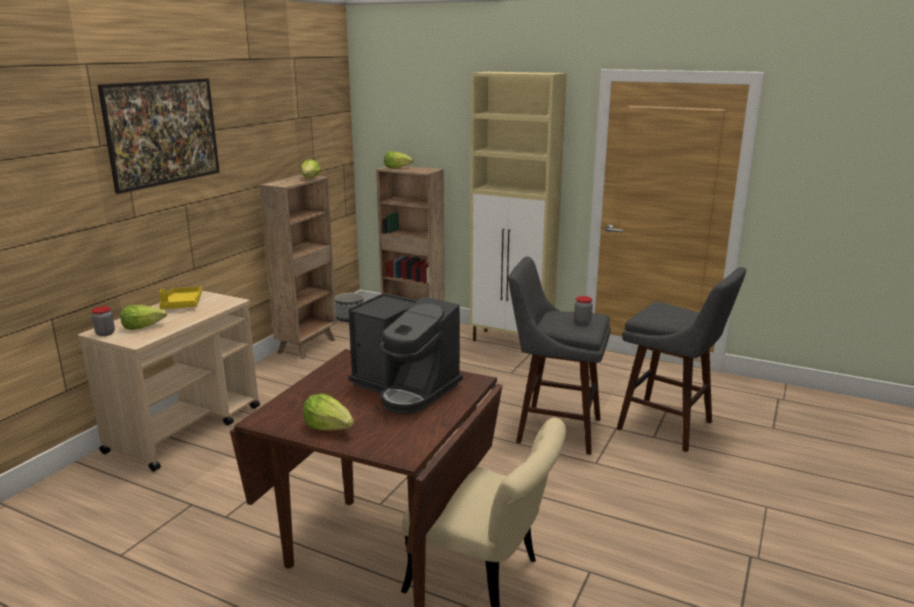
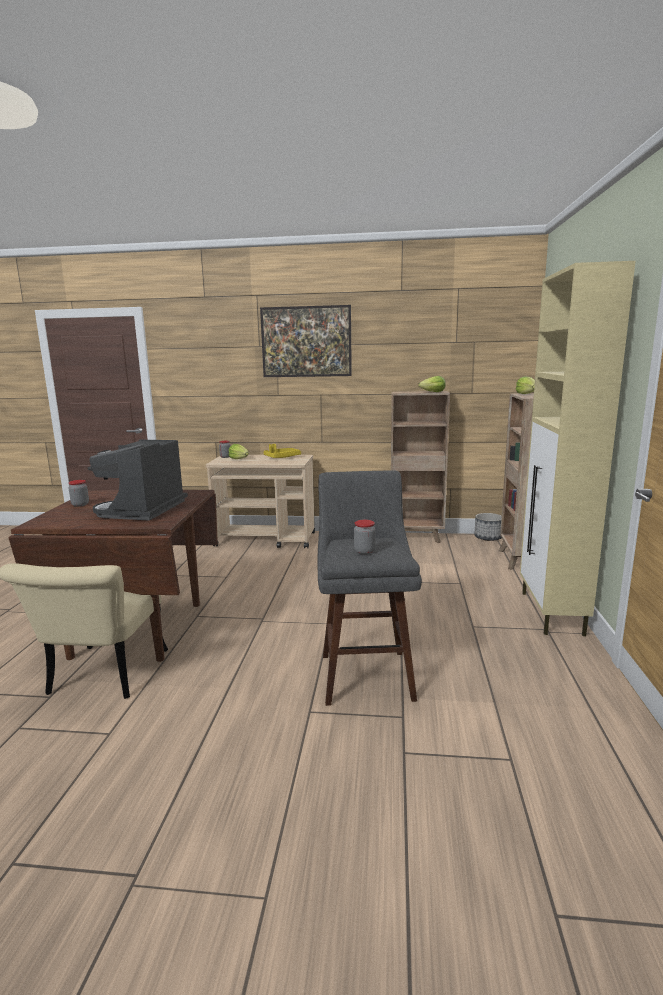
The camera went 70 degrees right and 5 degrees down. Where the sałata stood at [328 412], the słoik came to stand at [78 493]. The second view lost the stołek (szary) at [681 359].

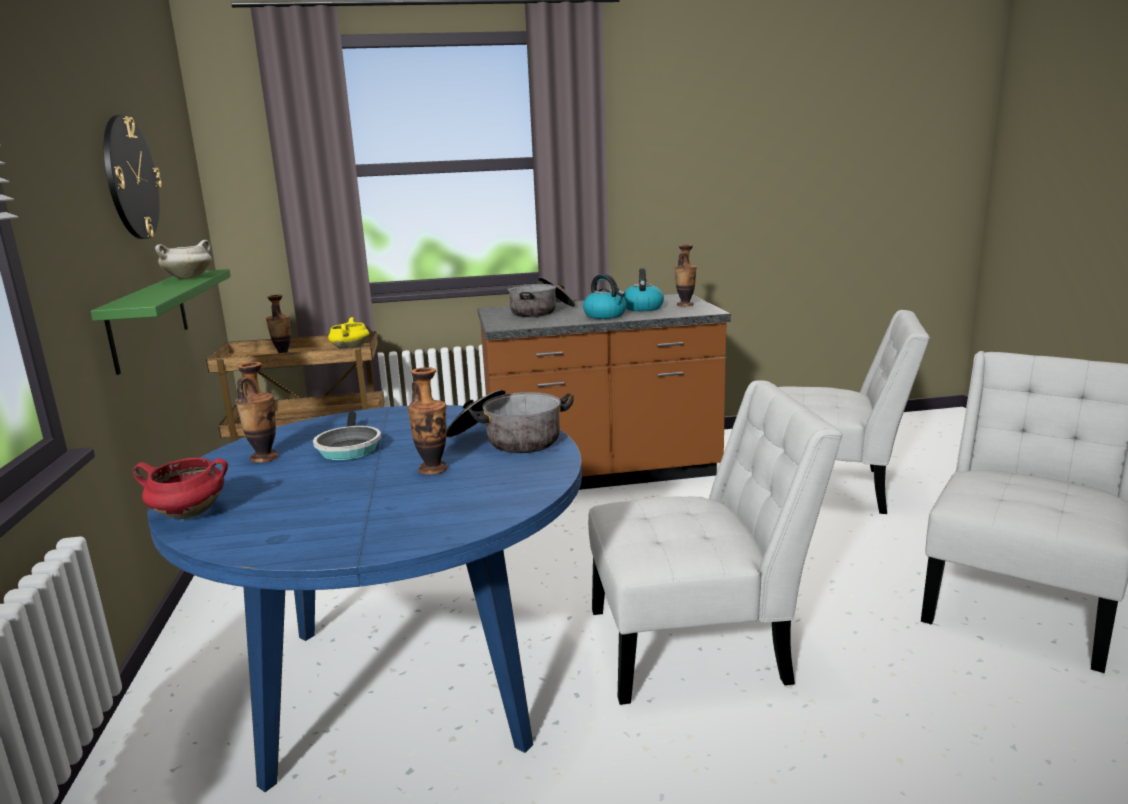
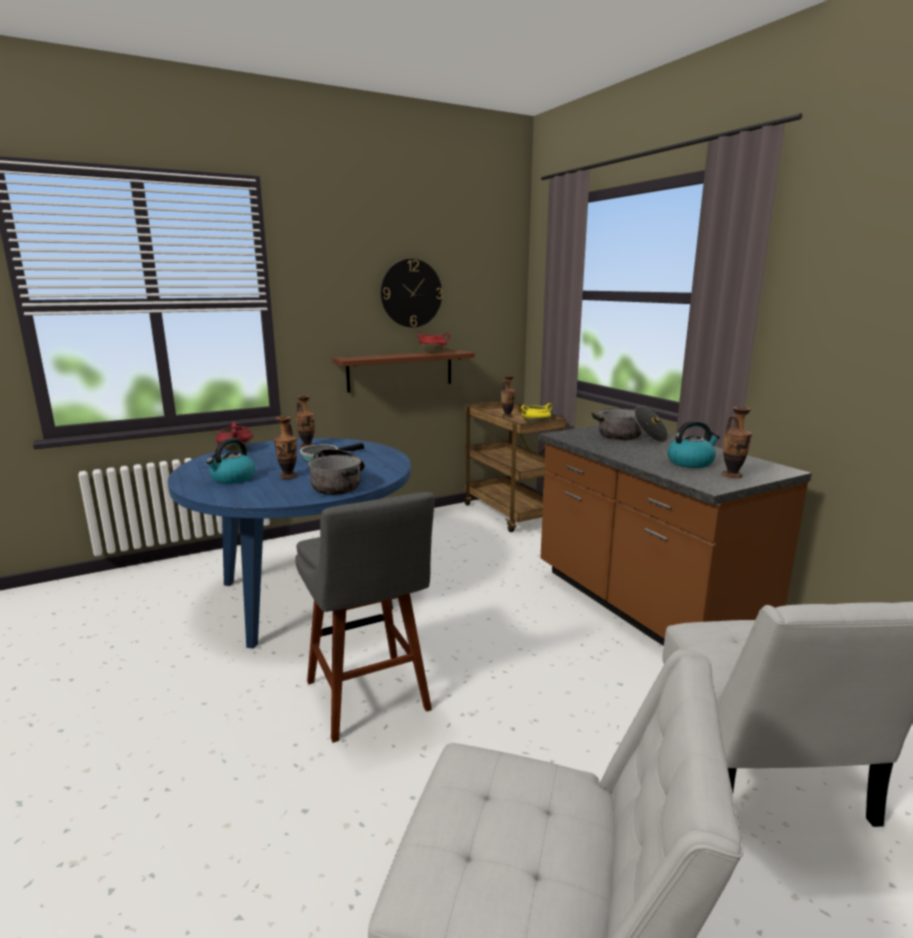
The camera went 70 degrees right and 0 degrees up. The czajnik ended up elsewhere, having gone from [604 296] to [230 461]. Where the krzesło (biały) stood at [715 542], the stołek (szary) came to stand at [365 617]. What was the półka (zielony) at [160 322] turned into the półka (brązowy) at [404 371]. What was the garnek (biały) at [183 259] turned into the garnek (czerwony) at [433 342].

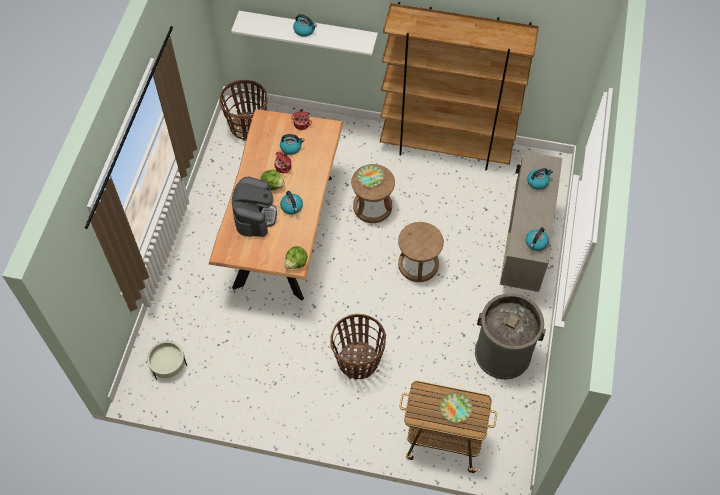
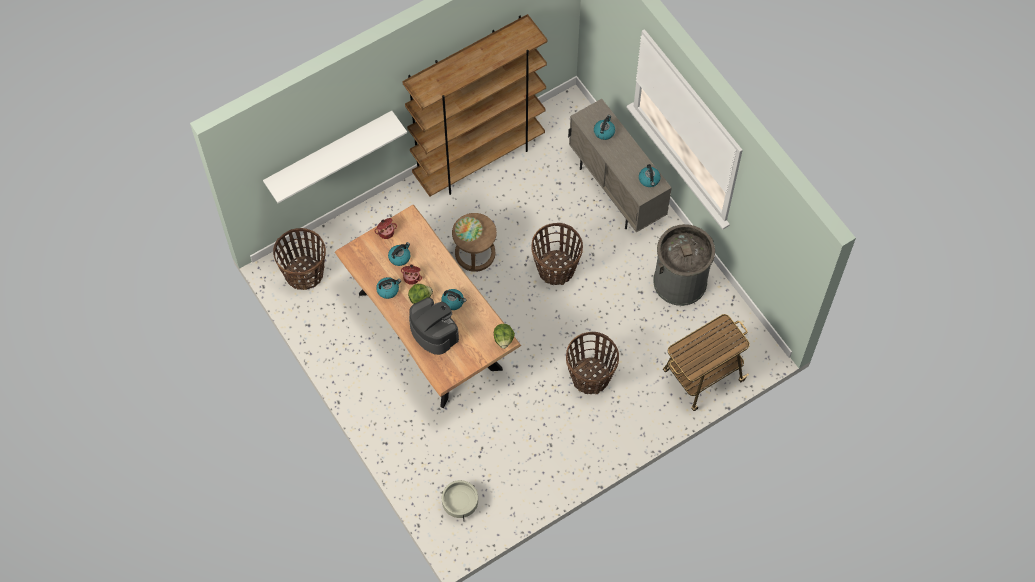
The camera went 45 degrees left and 5 degrees up. The czajnik ended up elsewhere, having gone from [305 25] to [388 288]. Where the stołek (brązowy) stood at [421 252], the koszyk came to stand at [557 254]. The second view lost the talerz at [456 407].

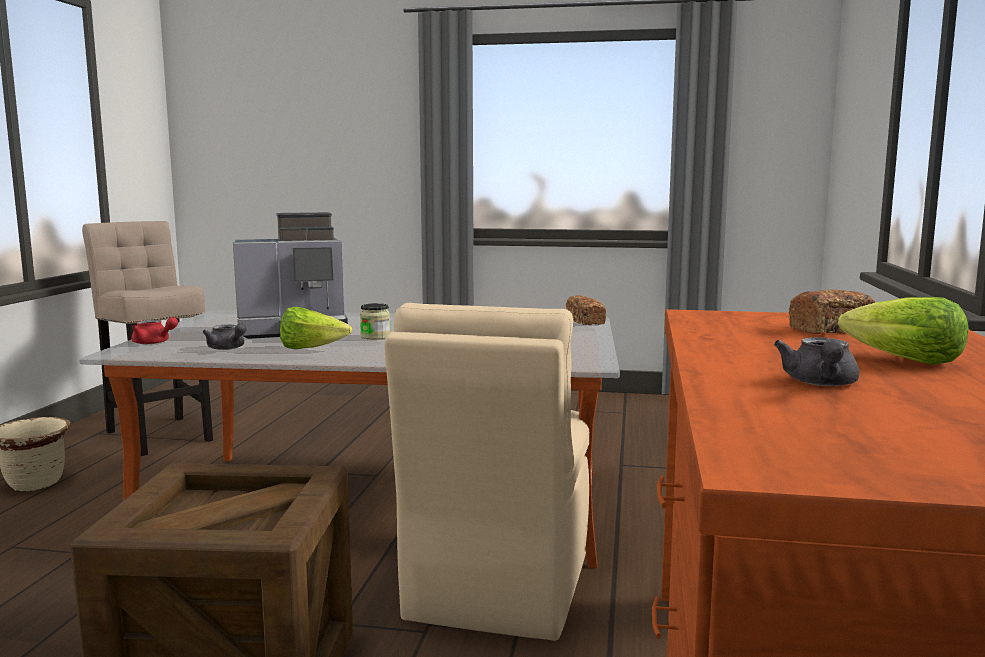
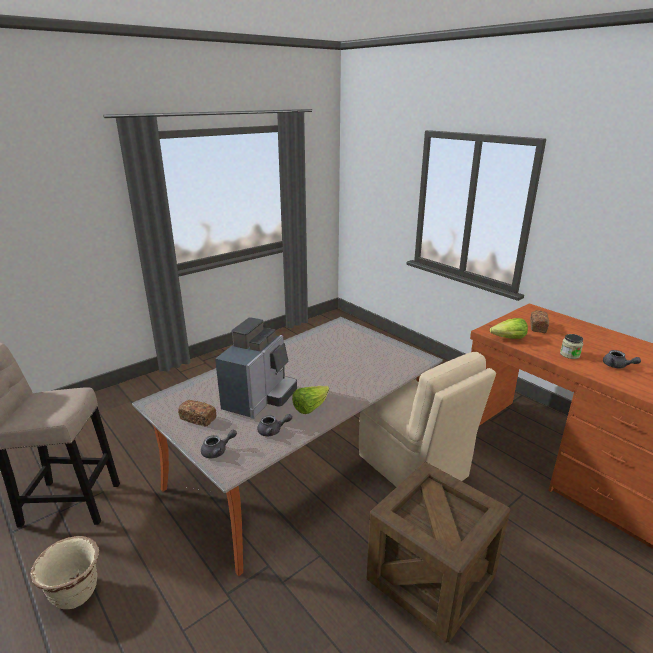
The camera went 50 degrees left and 15 degrees up. The chleb ended up elsewhere, having gone from [586 310] to [197 413]. What was the imbryk (czerwony) at [154 330] turned into the imbryk (szary) at [219 443]. The sałata ended up elsewhere, having gone from [903 331] to [509 328]. The słoik ended up elsewhere, having gone from [375 321] to [571 346].

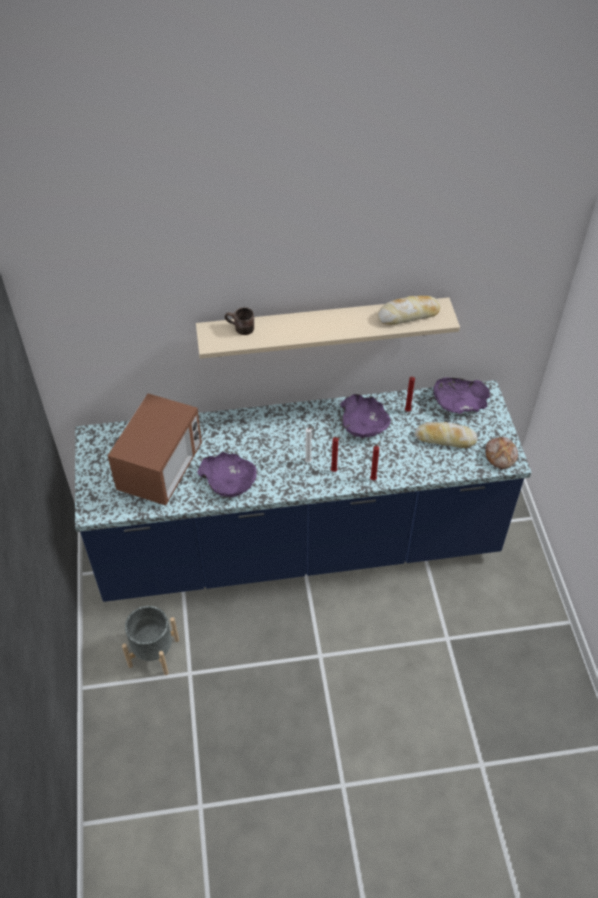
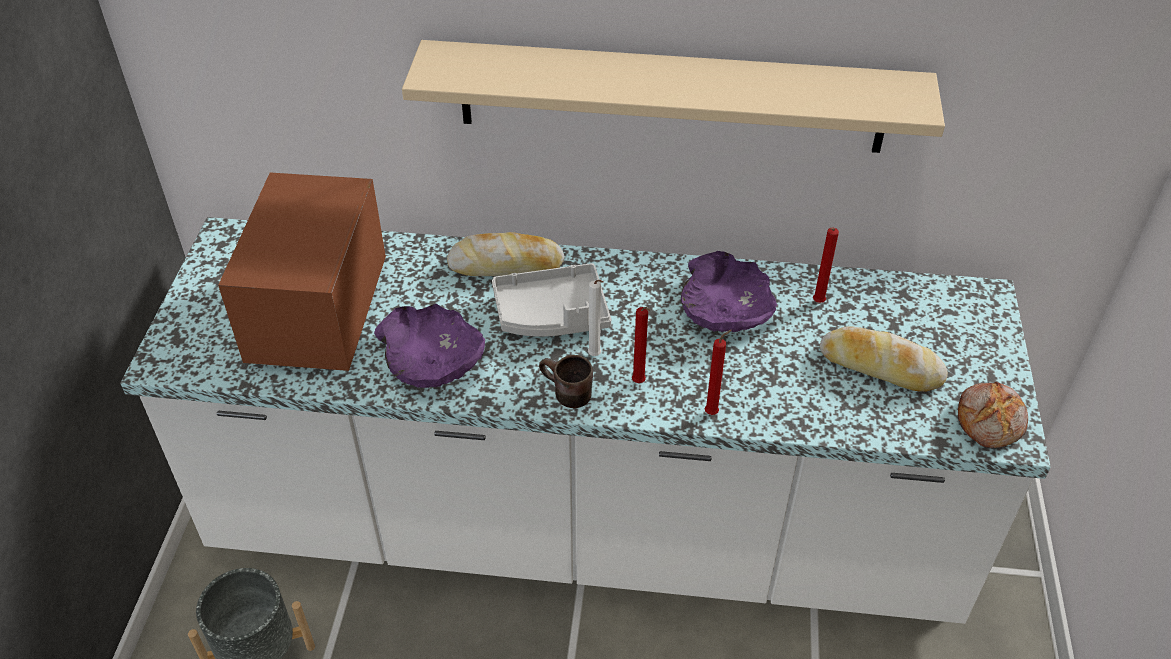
The camera went 15 degrees right and 5 degrees down. What was the zabudowa kuchenna (niebieski) at [303 491] turned into the zabudowa kuchenna (biały) at [585 420]. The mikrofalówka at [154 449] ended up facing another way, 150 degrees clockwise from before. The chleb ended up elsewhere, having gone from [409 310] to [505 254]. The second view gained the taca (szary) at [551 300]. The kubek (brązowy) ended up elsewhere, having gone from [239 321] to [566 381]. The second view lost the miska (fioletowy) at [461 395].

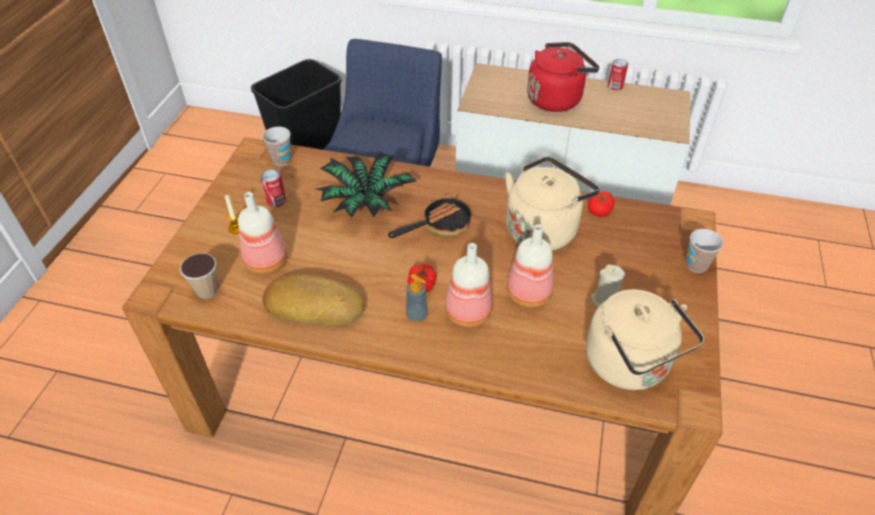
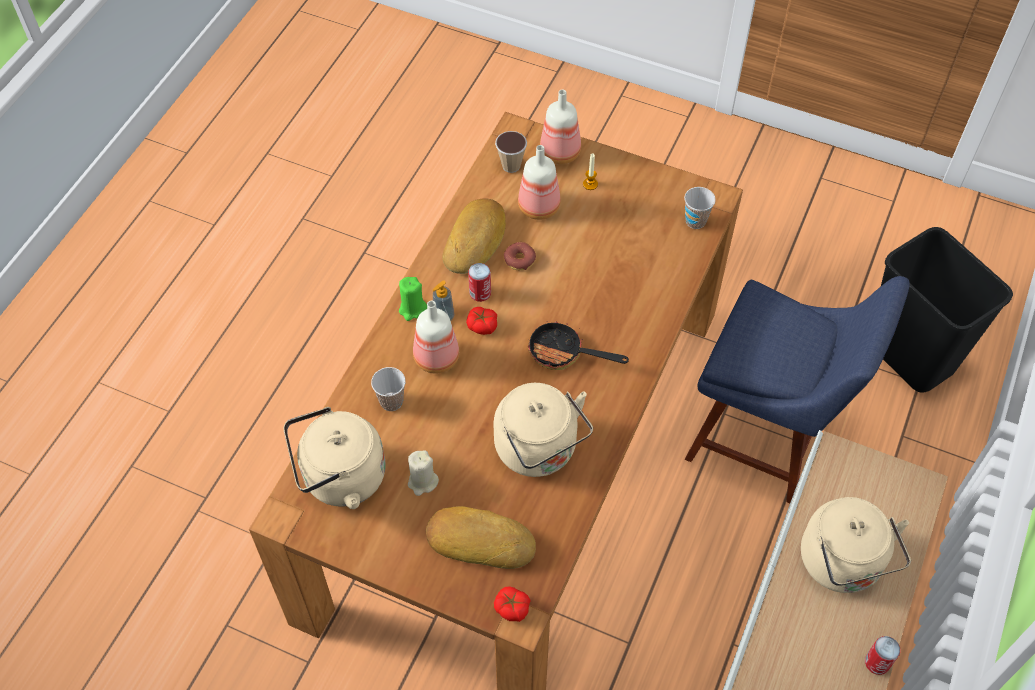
The camera went 100 degrees right and 10 degrees up. The filiżanka ended up elsewhere, having gone from [705 251] to [388 389]. The second view gained the świeca (zielony) at [413 299]. The second view gained the chleb at [481 537]. The puszka ended up elsewhere, having gone from [273 188] to [479 282]. The pomidor ended up elsewhere, having gone from [601 204] to [512 604]. The second view gained the donut at [520 256]. The patelnia at [429 216] ended up facing another way, 135 degrees clockwise from before. The butelka ended up elsewhere, having gone from [530 266] to [560 127]. What was the czajnik (czerwony) at [563 77] turned into the czajnik (beżowy) at [856 545]. The second view lost the roślina doniczkowa at [366 185].

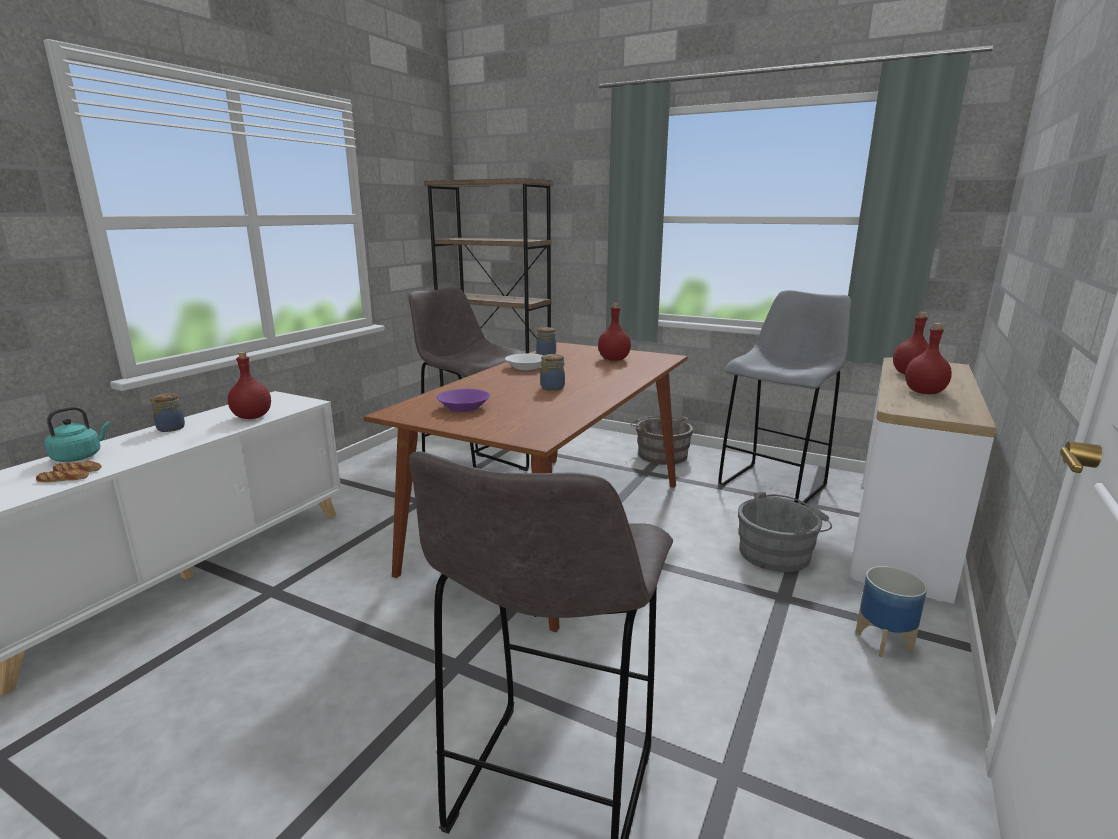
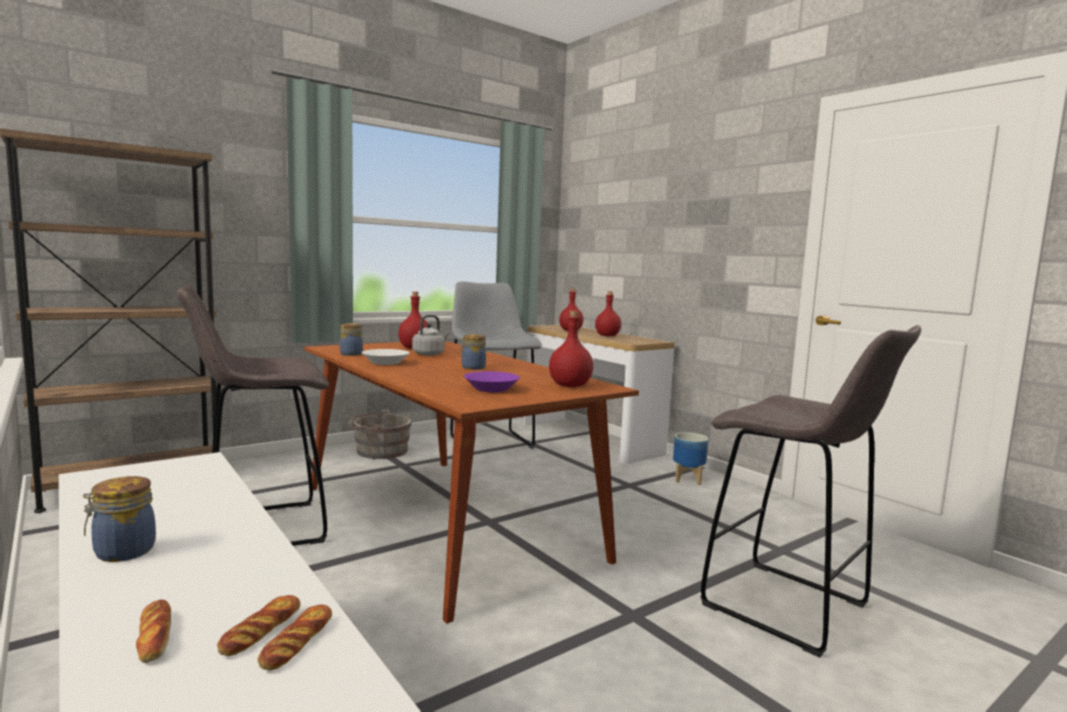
The camera went 65 degrees left and 10 degrees down. Where the czajnik (turkusowy) stood at [77 434], the chleb came to stand at [153 631]. The second view gained the czajnik (szary) at [431 335]. The butelka (czerwony) ended up elsewhere, having gone from [249 385] to [571 348]. The second view lost the wiadro (szary) at [785 532].

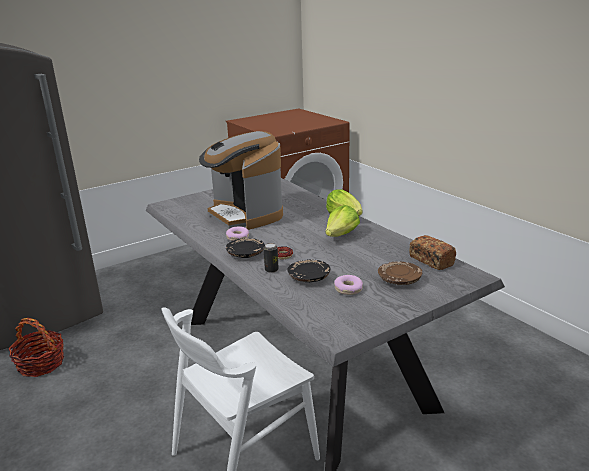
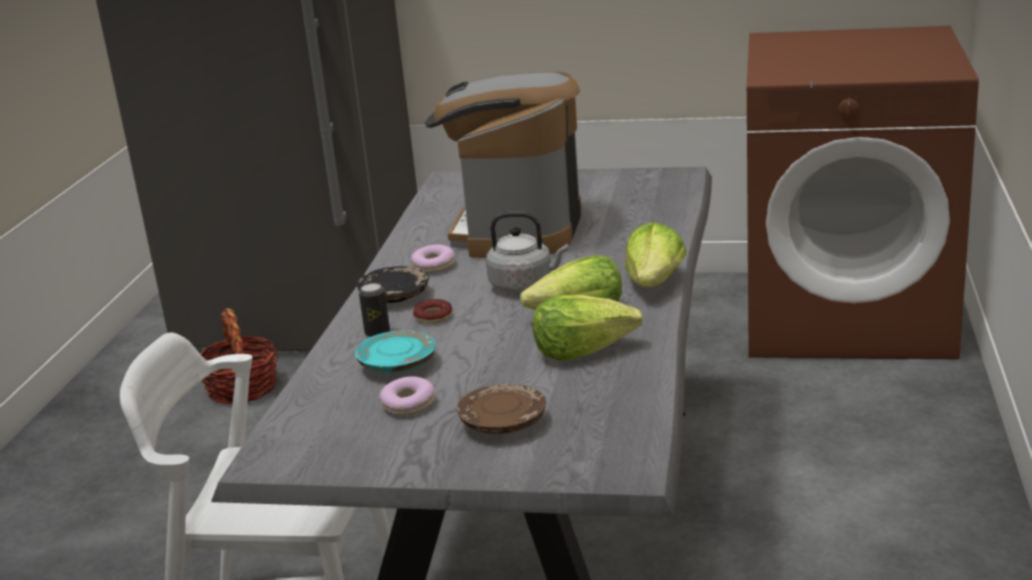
The camera went 45 degrees right and 0 degrees up. What was the talerz (czarny) at [309 271] turned into the talerz (turkusowy) at [395 351]. The second view gained the czajnik (szary) at [527 252]. The second view gained the sałata at [588 328]. The second view lost the chleb at [432 252].

